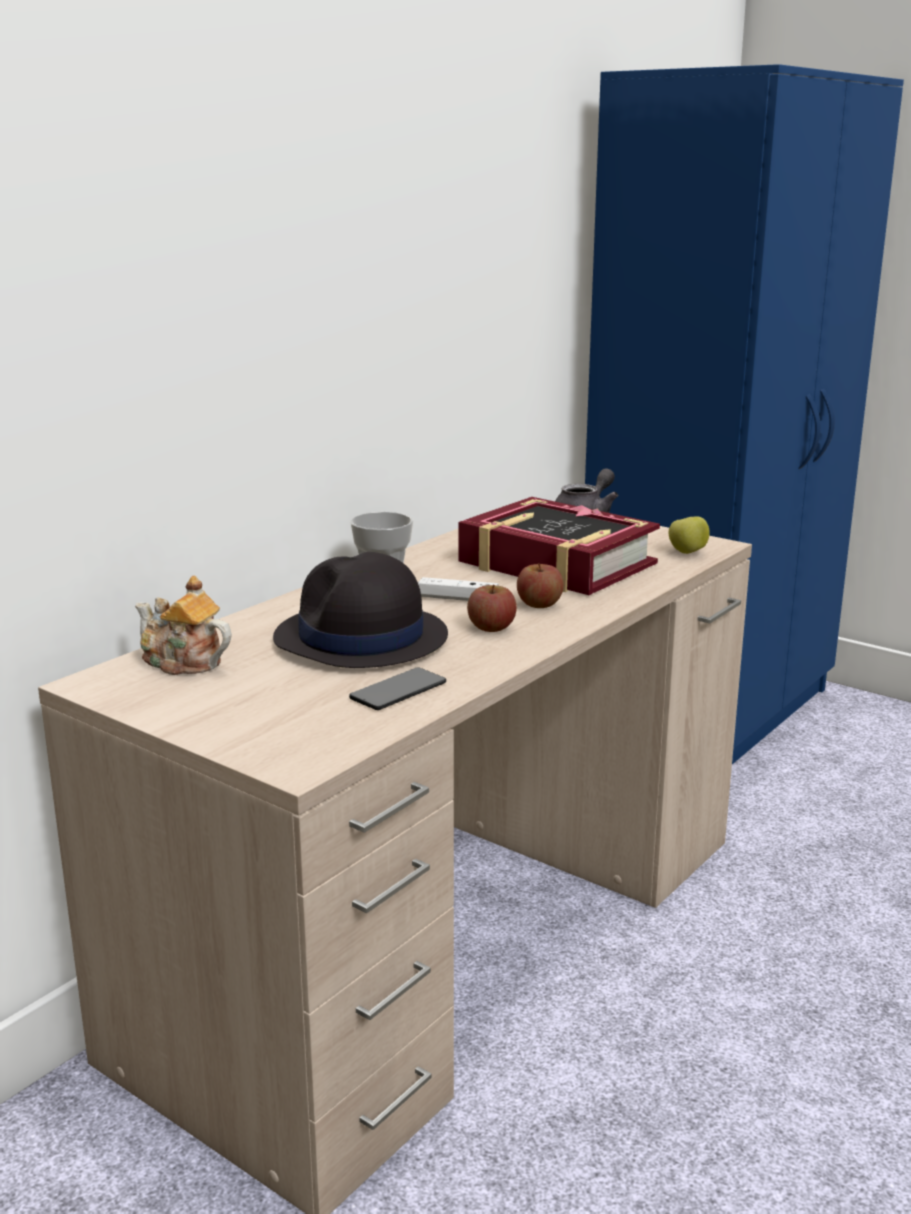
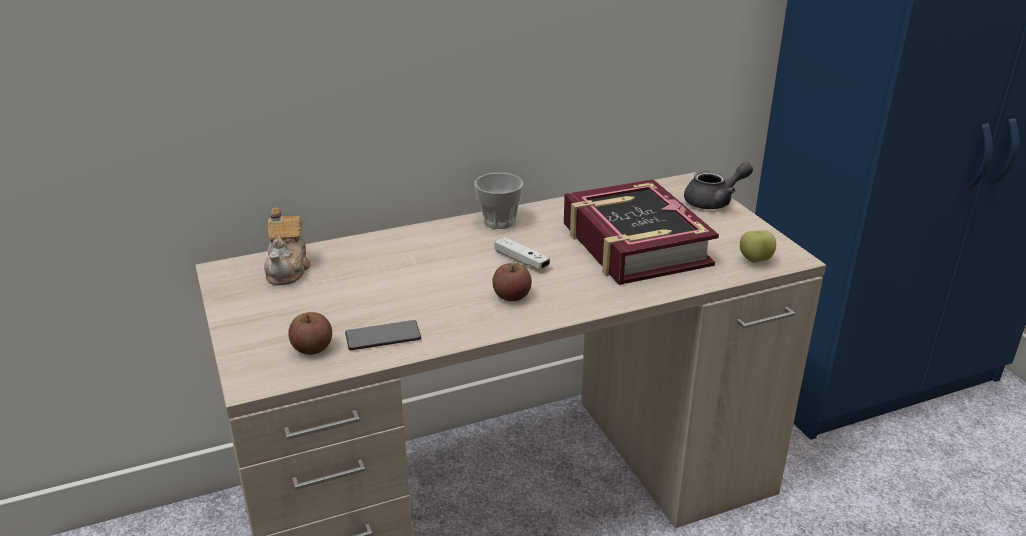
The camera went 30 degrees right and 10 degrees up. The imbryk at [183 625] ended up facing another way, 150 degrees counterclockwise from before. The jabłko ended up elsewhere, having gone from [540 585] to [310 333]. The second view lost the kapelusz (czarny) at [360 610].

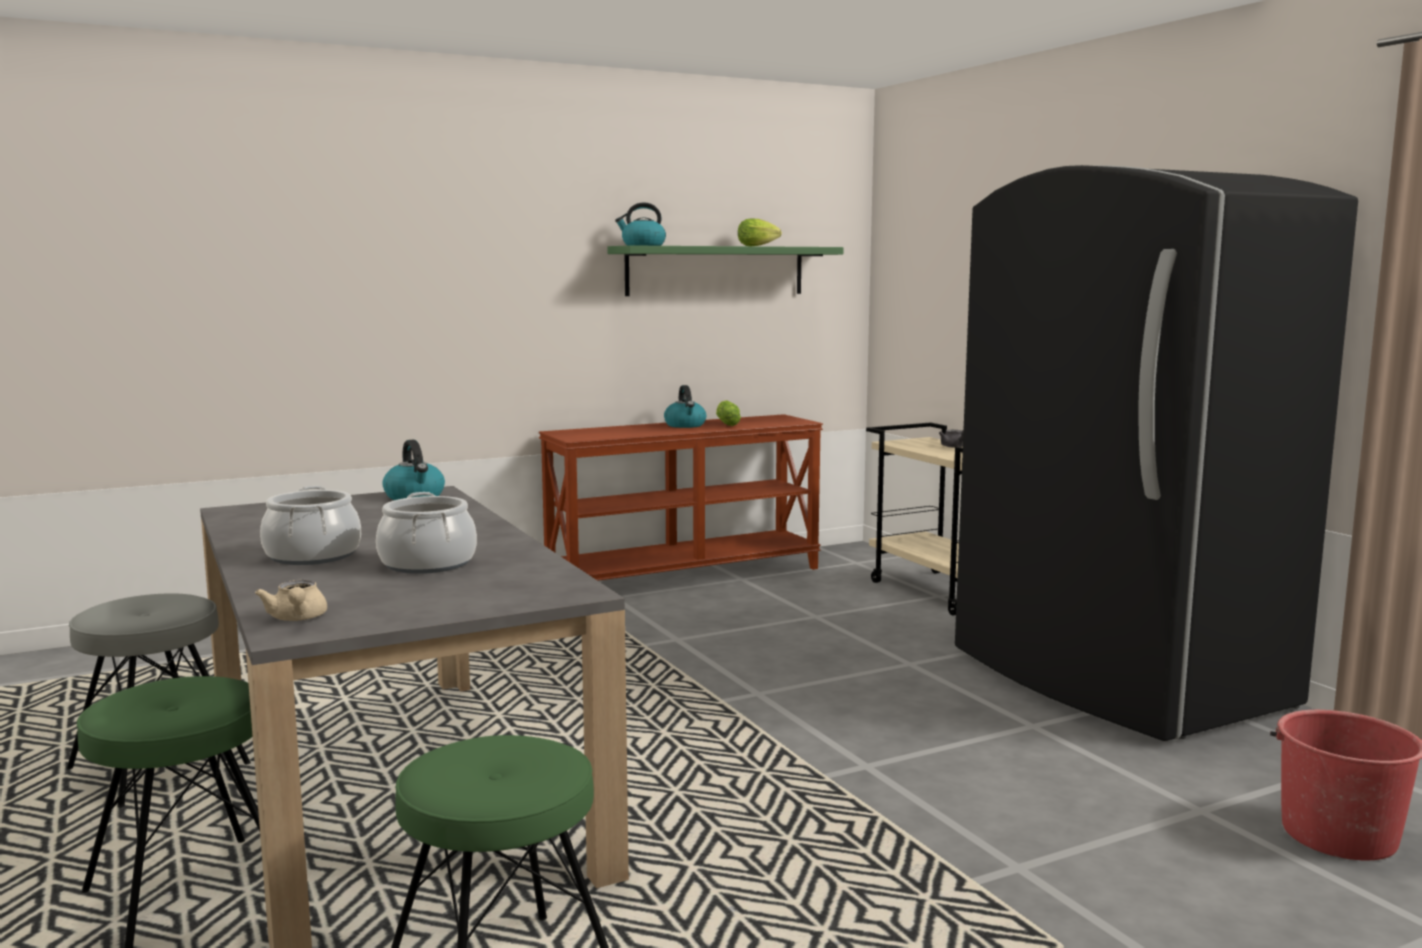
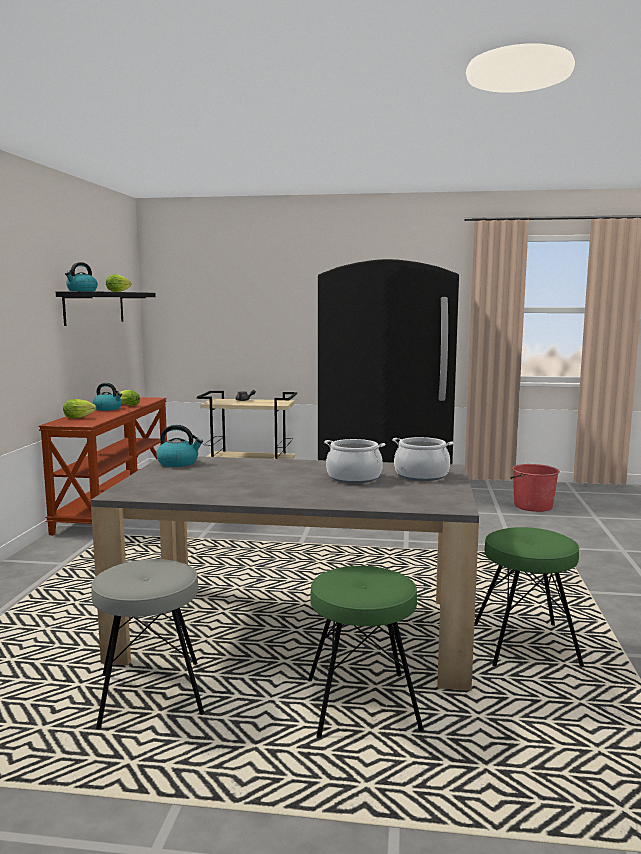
The camera went 55 degrees left and 0 degrees up. What was the półka (zielony) at [725 270] turned into the półka (czarny) at [106 308]. The second view gained the sałata at [79 408]. The garnek ended up elsewhere, having gone from [310 525] to [423 459]. The second view lost the imbryk (beżowy) at [291 600].

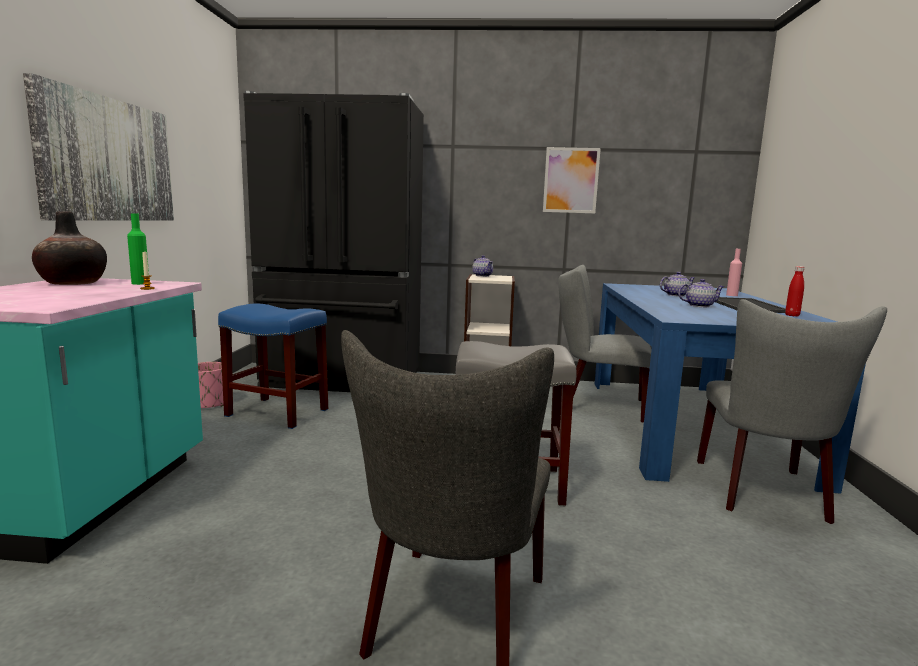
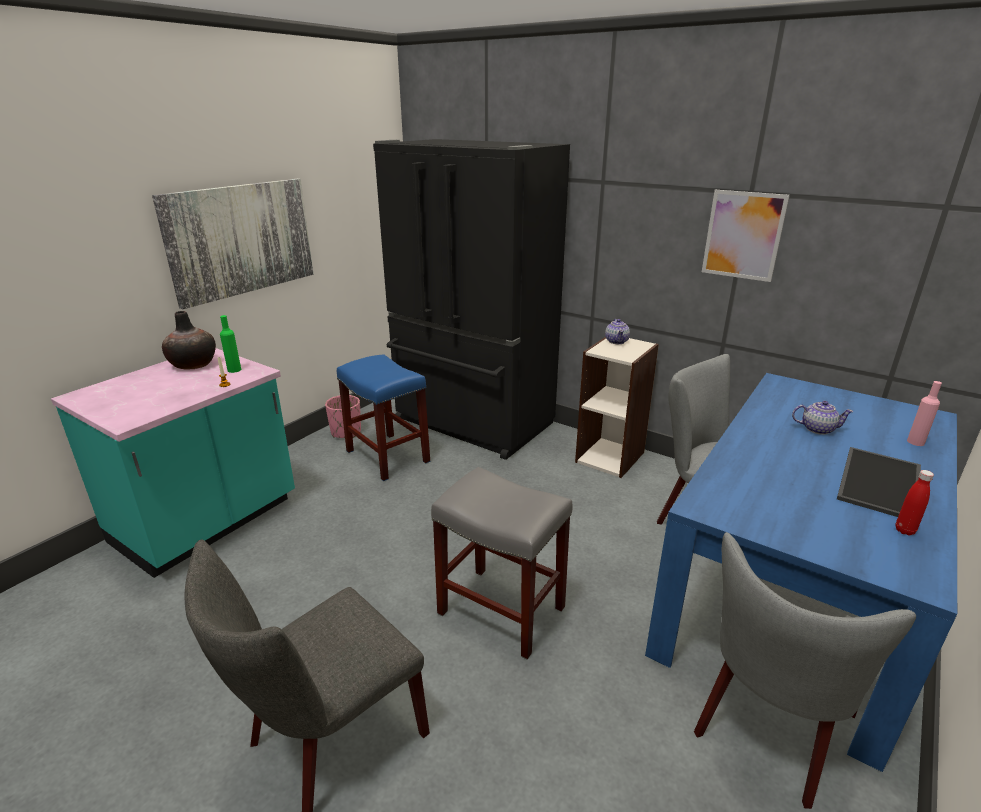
The camera went 30 degrees right and 15 degrees up. The second view lost the imbryk at [701 293].

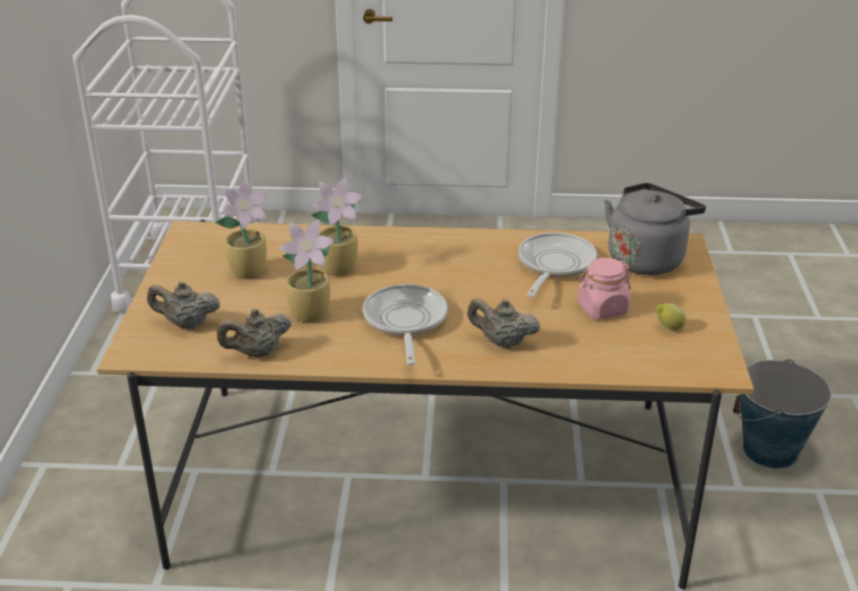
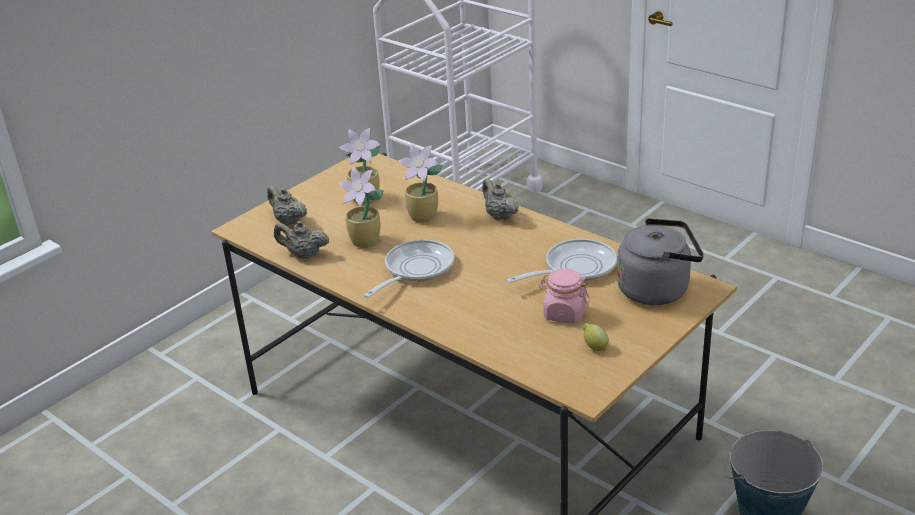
The camera went 40 degrees right and 0 degrees up. The imbryk (beżowy) ended up elsewhere, having gone from [503 323] to [500 199].

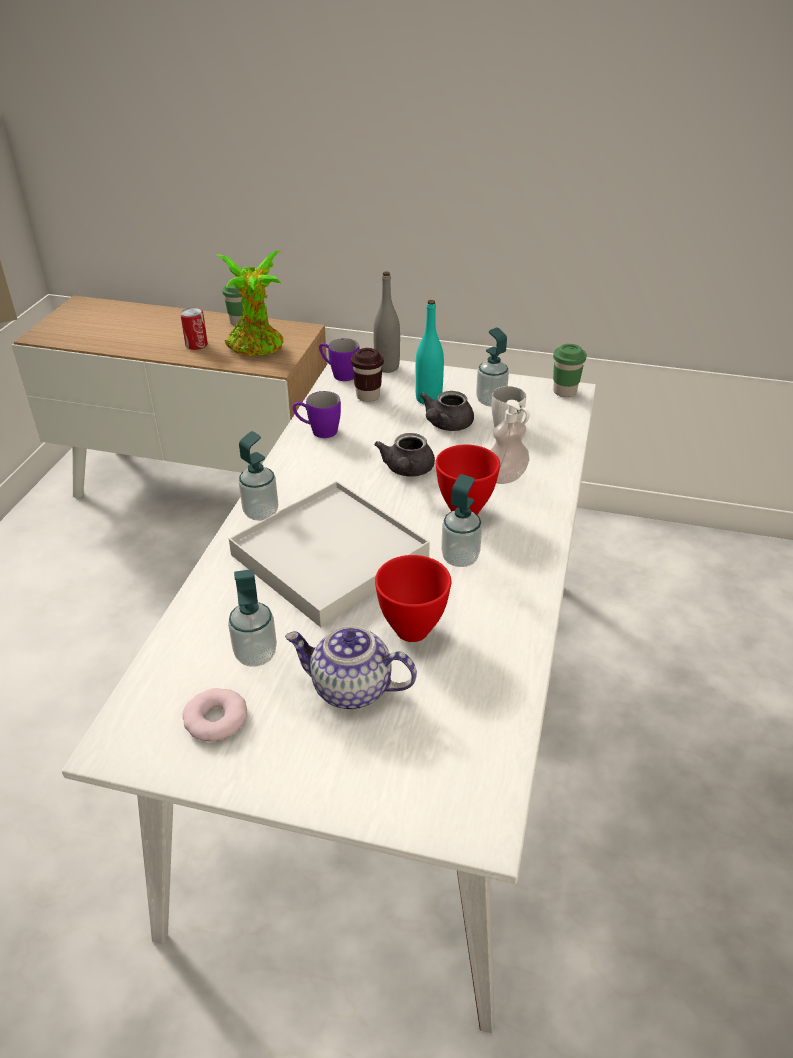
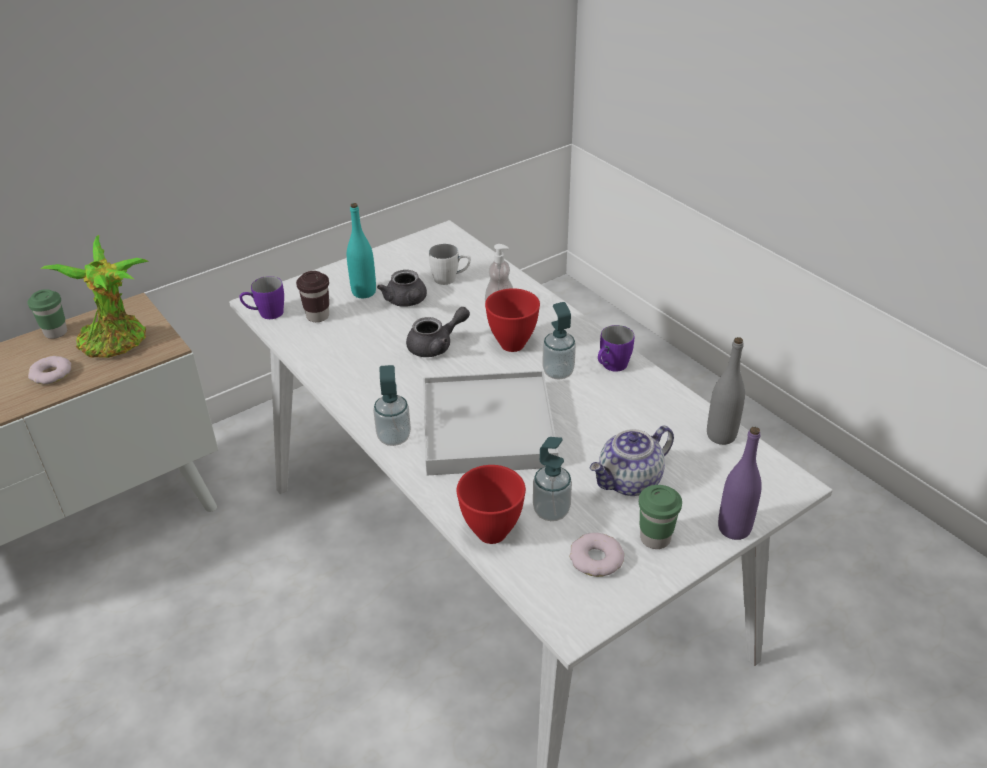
The camera went 50 degrees left and 0 degrees up. Where the puszka stood at [194 329], the donut came to stand at [49 370]. The imbryk (szary) at [404 455] ended up facing another way, 75 degrees counterclockwise from before. The miska (czerwony) ended up elsewhere, having gone from [413 598] to [491 504]. The kubek (fioletowy) ended up elsewhere, having gone from [317 414] to [616 348]. The filiżanka (zielony) ended up elsewhere, having gone from [570 370] to [660 517]. The butelka (szary) ended up elsewhere, having gone from [386 322] to [726 391]. The second view gained the butelka (fioletowy) at [740 483]. The second view lost the dozownik mydła at [492 367].

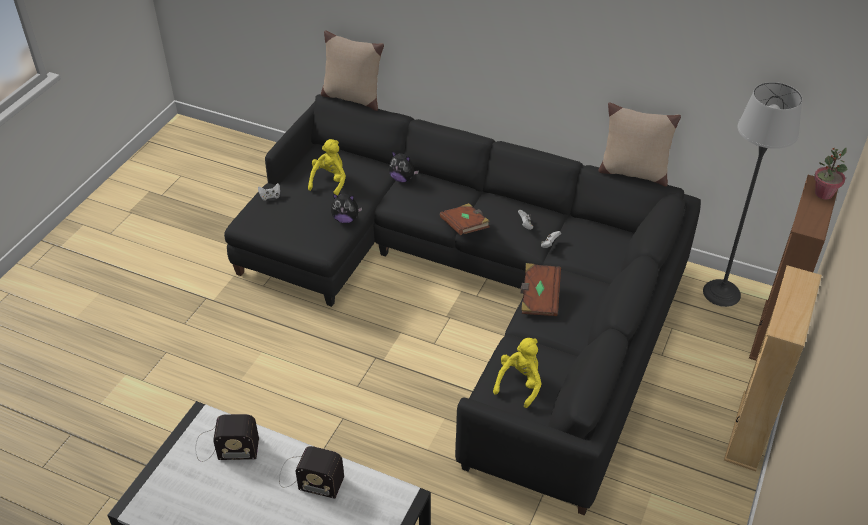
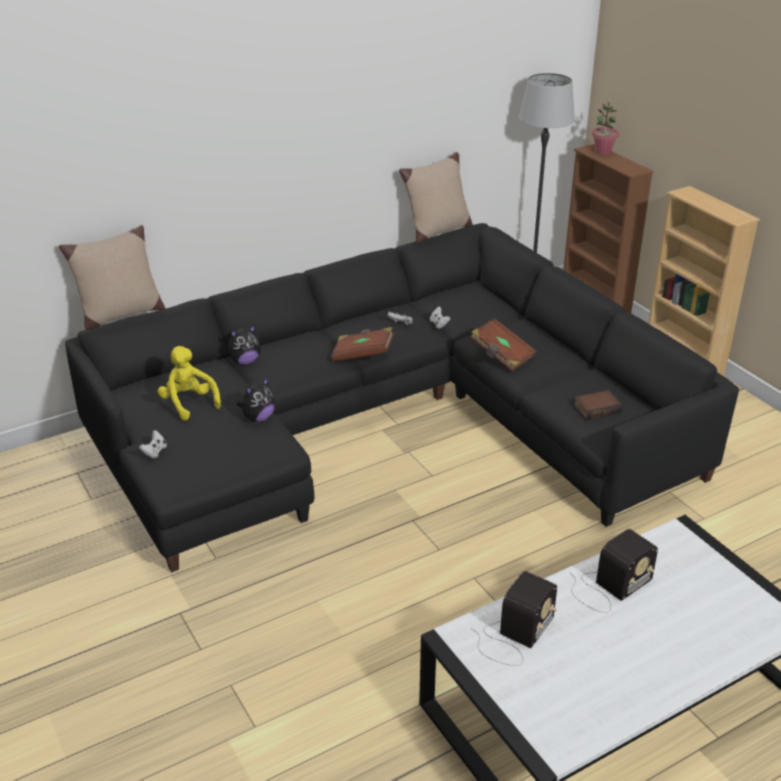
The camera went 55 degrees left and 10 degrees down. Where the pluszak (żółty) stood at [517 373], the książka came to stand at [598 405].

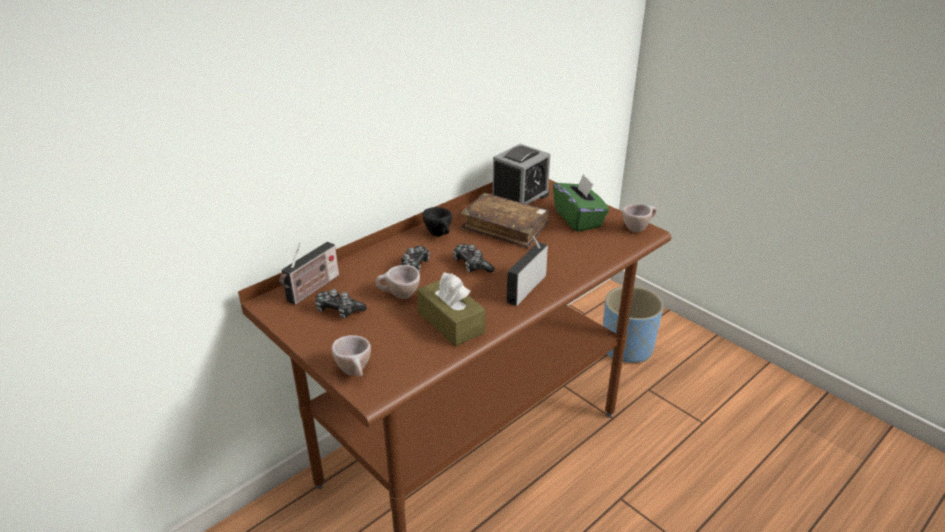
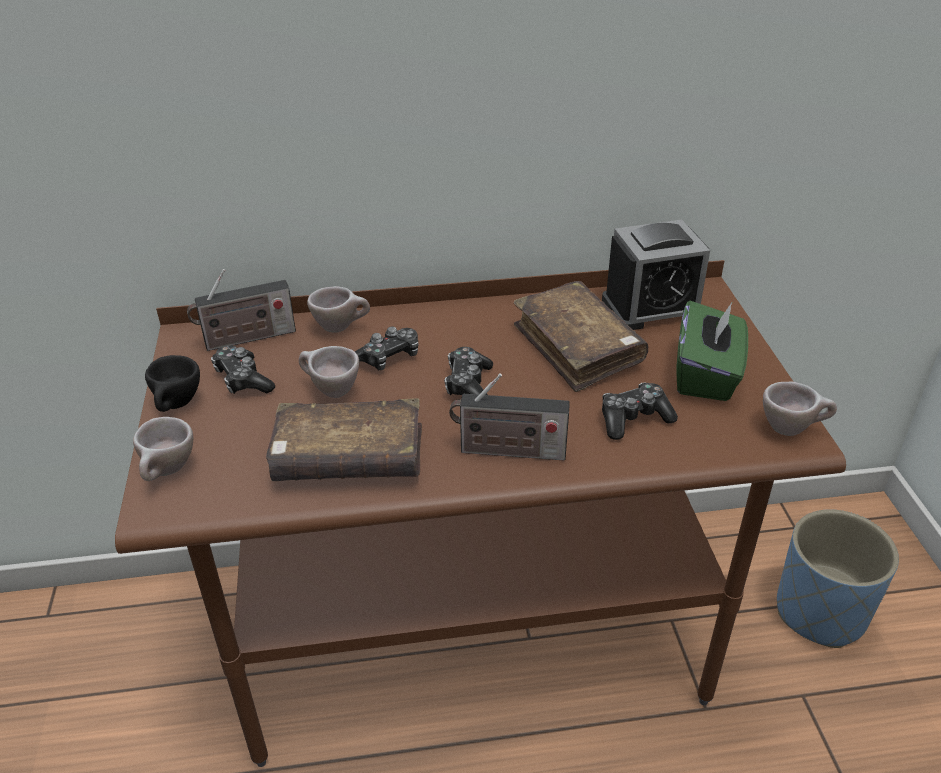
The camera went 35 degrees right and 5 degrees up. The filiżanka (czarny) ended up elsewhere, having gone from [437 221] to [172 383]. Where the pudełko chusteczek (brązowy) stood at [451 309], the książka (brązowy) came to stand at [344 439]. The second view gained the filiżanka (beżowy) at [338 309]. The radio at [527 271] ended up facing another way, 150 degrees counterclockwise from before. The second view gained the pad do gier at [640 411].

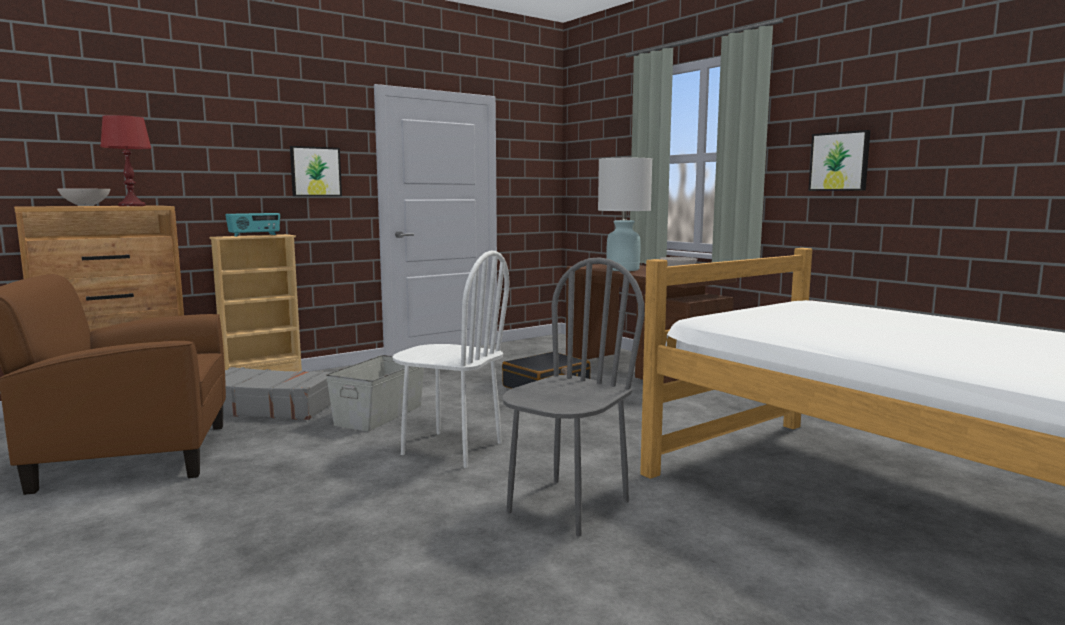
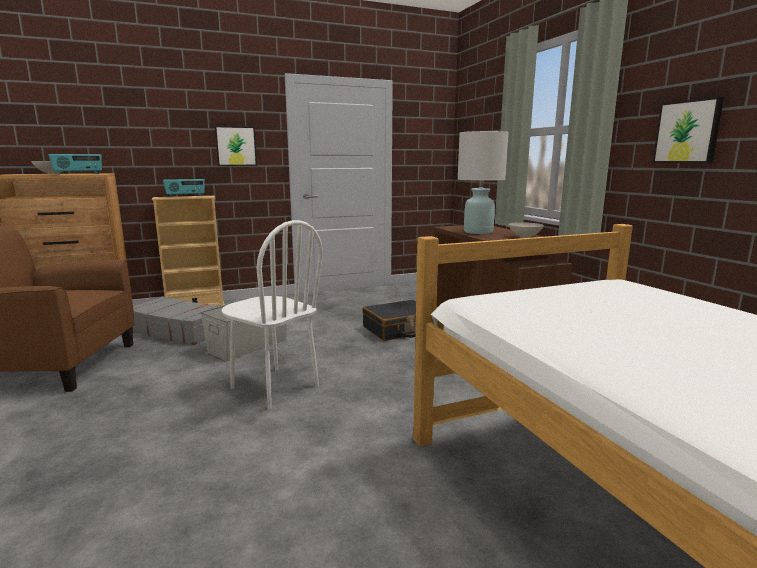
The camera went 15 degrees right and 5 degrees up. Where the lampa stołowa (czerwony) stood at [126 160], the radio came to stand at [75 164]. The second view lost the krzesło (szary) at [573 397].

